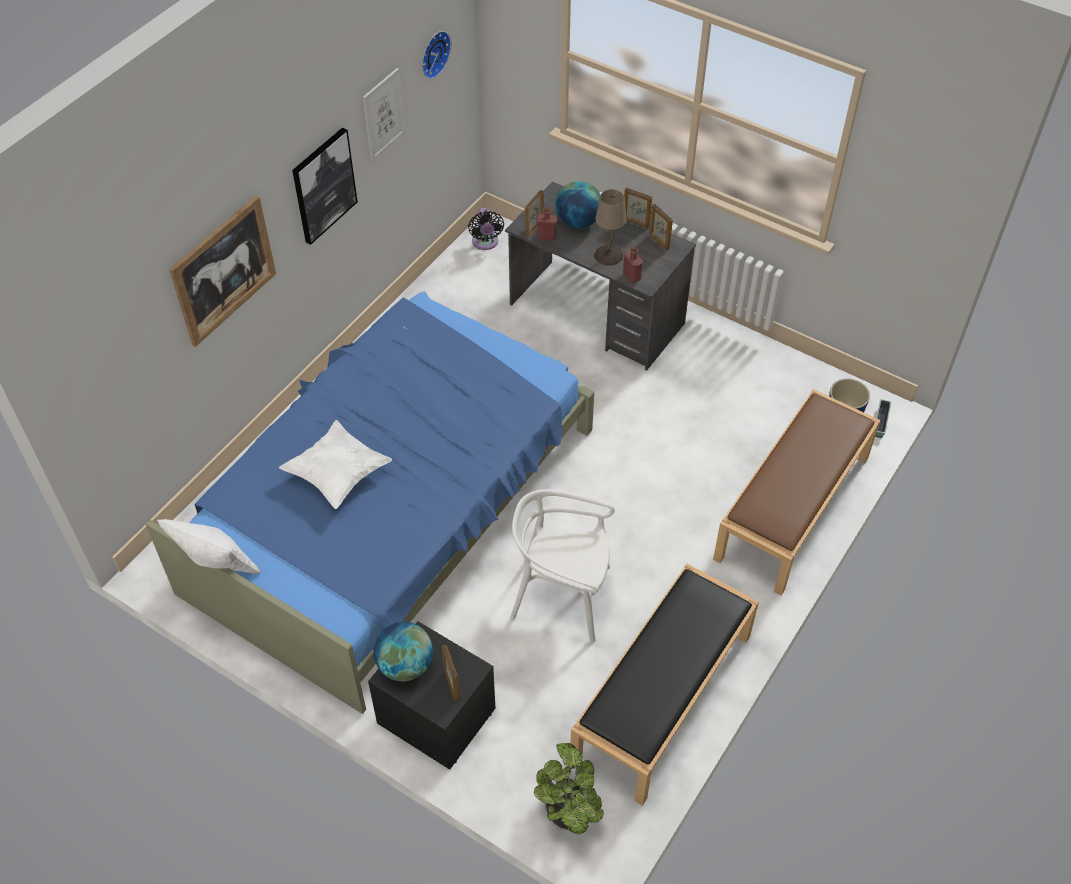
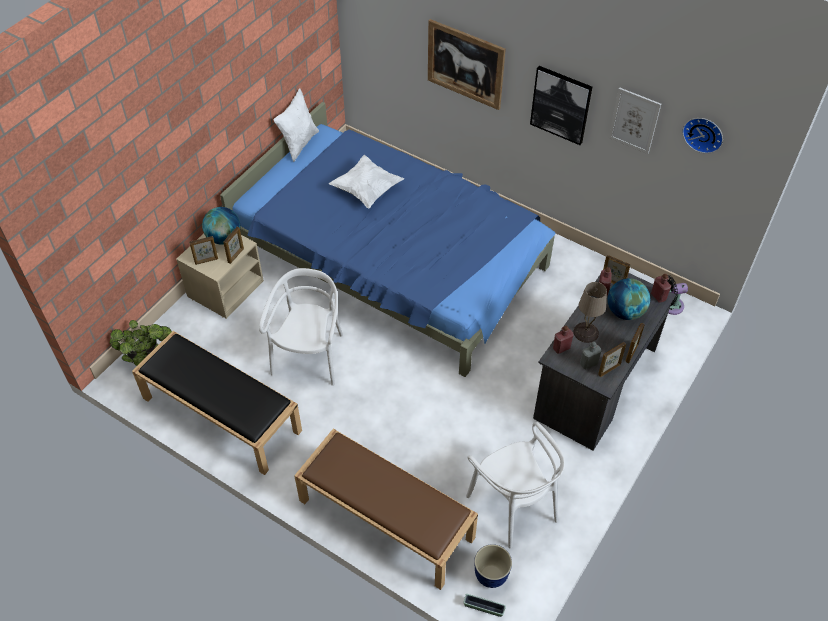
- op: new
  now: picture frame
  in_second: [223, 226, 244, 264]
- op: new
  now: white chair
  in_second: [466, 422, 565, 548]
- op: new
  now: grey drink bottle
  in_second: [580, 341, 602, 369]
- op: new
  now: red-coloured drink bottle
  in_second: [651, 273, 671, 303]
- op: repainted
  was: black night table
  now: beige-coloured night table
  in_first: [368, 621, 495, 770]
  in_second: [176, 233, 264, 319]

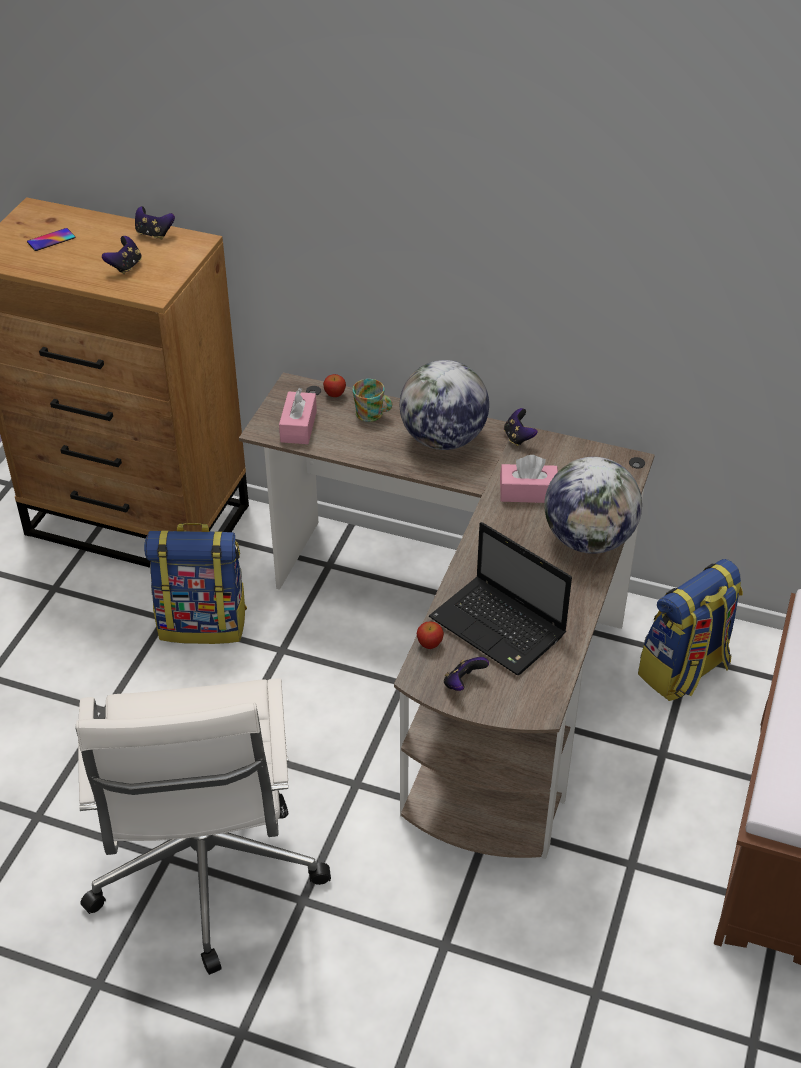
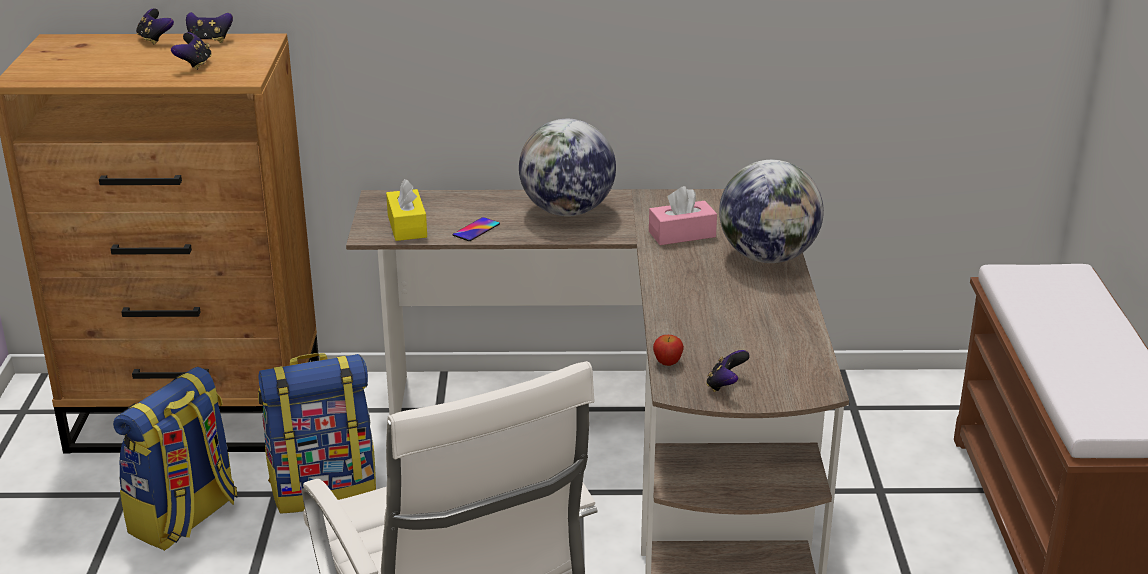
- op: gone
  was: apple fruit
  in_first: [323, 374, 346, 397]
- op: gone
  was: tea mug
  in_first: [352, 379, 392, 422]
- op: gone
  was: notebook computer
  in_first: [429, 522, 572, 675]
- op: shifted
  was: phone
  in_first: [27, 228, 75, 251]
  in_second: [452, 217, 500, 241]
- op: shifted
  was: gamepad
  in_first: [504, 408, 538, 446]
  in_second: [136, 8, 174, 44]
- op: shifted
  was: knapsack
  in_first: [638, 559, 743, 701]
  in_second: [113, 367, 237, 551]
- op: repainted
  was: pinkish tissue box
  now: yellow-coloured tissue box
  in_first: [279, 388, 317, 444]
  in_second: [386, 179, 427, 241]

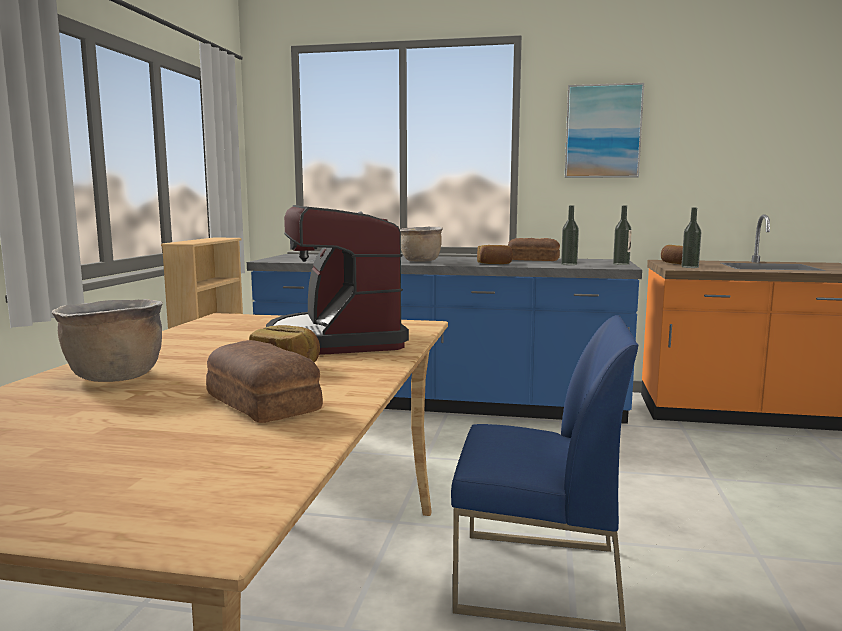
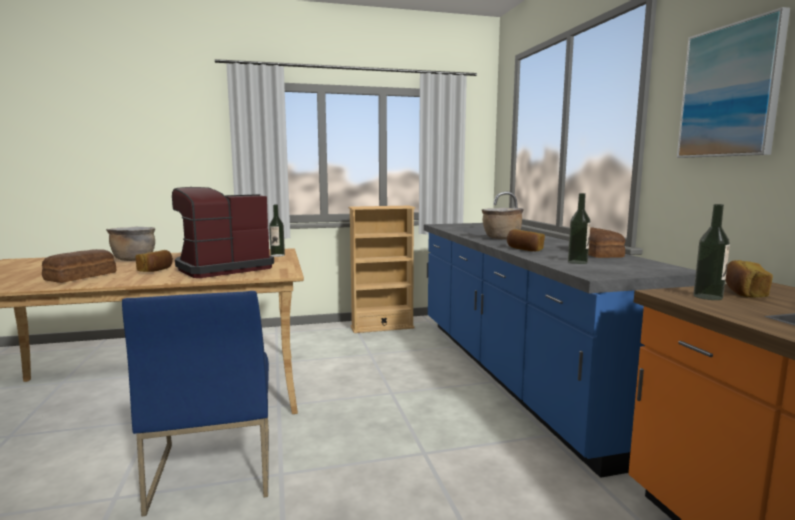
- op: shifted
  was: drink bottle
  in_first: [613, 205, 632, 265]
  in_second: [269, 205, 285, 257]

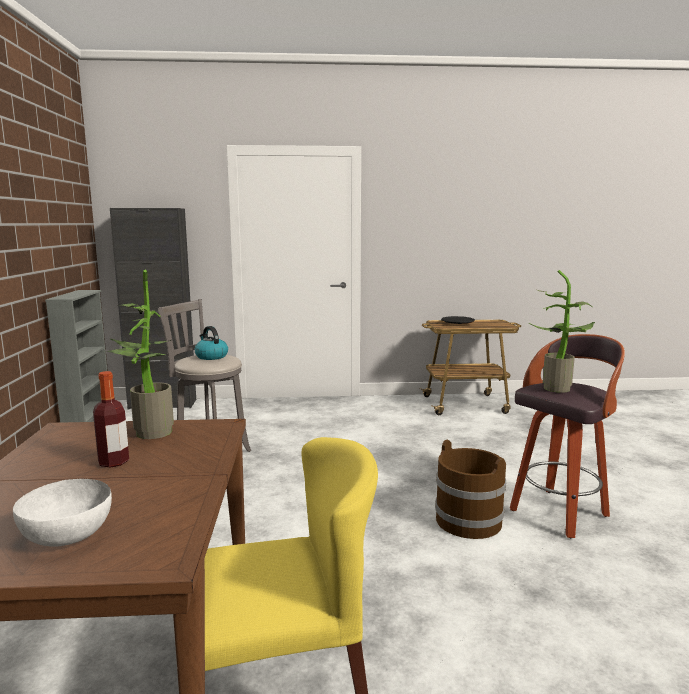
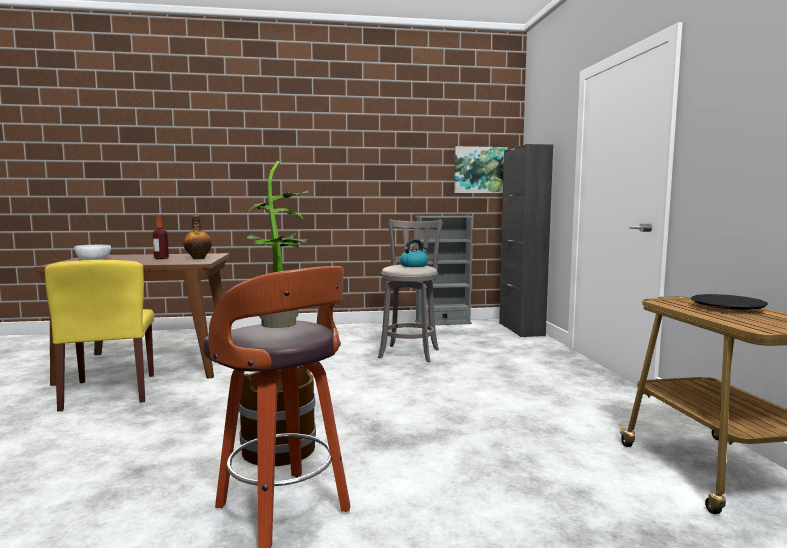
- op: new
  now: wall picture
  in_second: [454, 146, 508, 193]
- op: swapped
  was: potted plant
  now: drink bottle
  in_first: [104, 269, 174, 439]
  in_second: [183, 215, 212, 259]

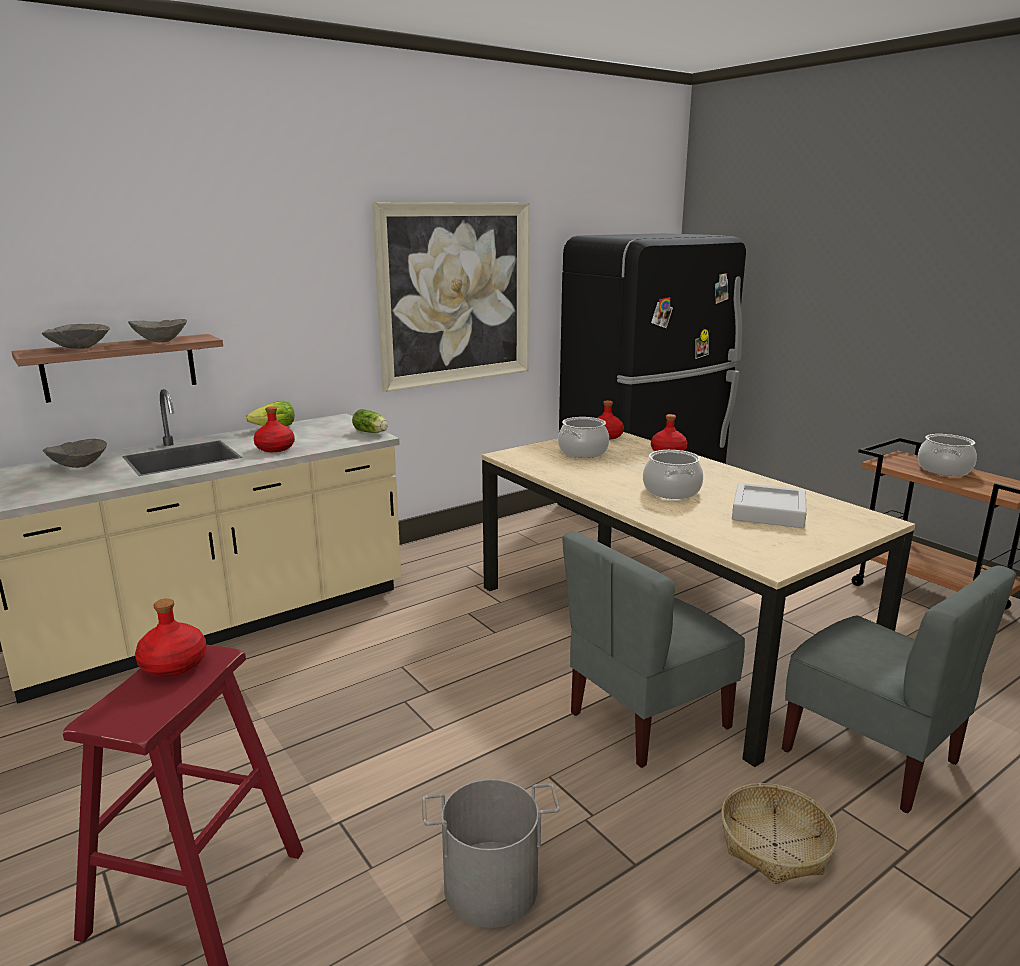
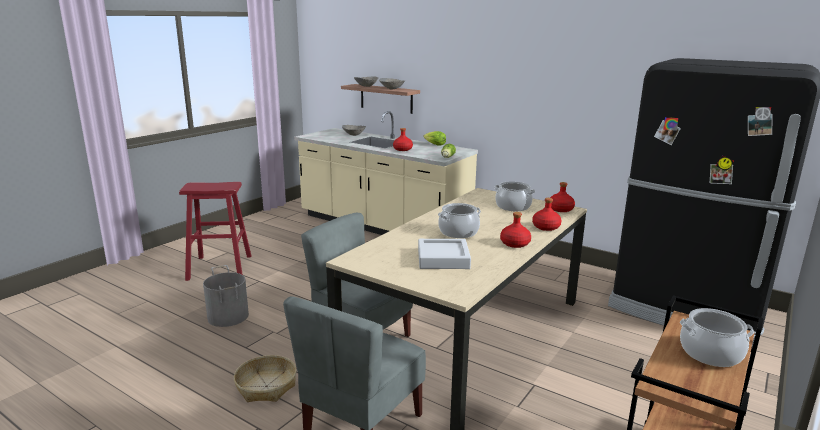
- op: gone
  was: wall picture
  in_first: [372, 202, 530, 392]
- op: shifted
  was: red-coloured drink bottle
  in_first: [135, 598, 206, 677]
  in_second: [500, 212, 531, 248]

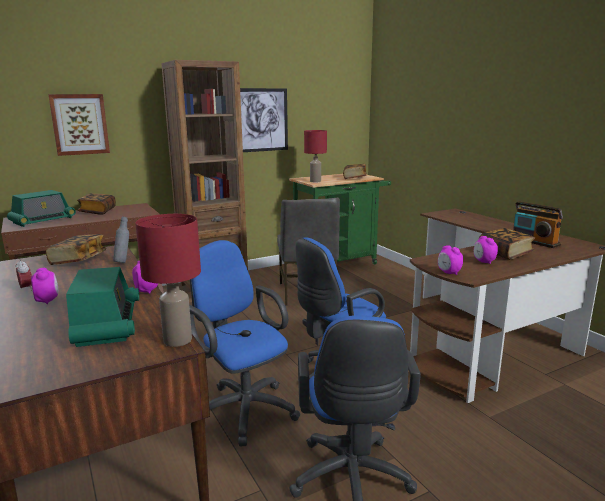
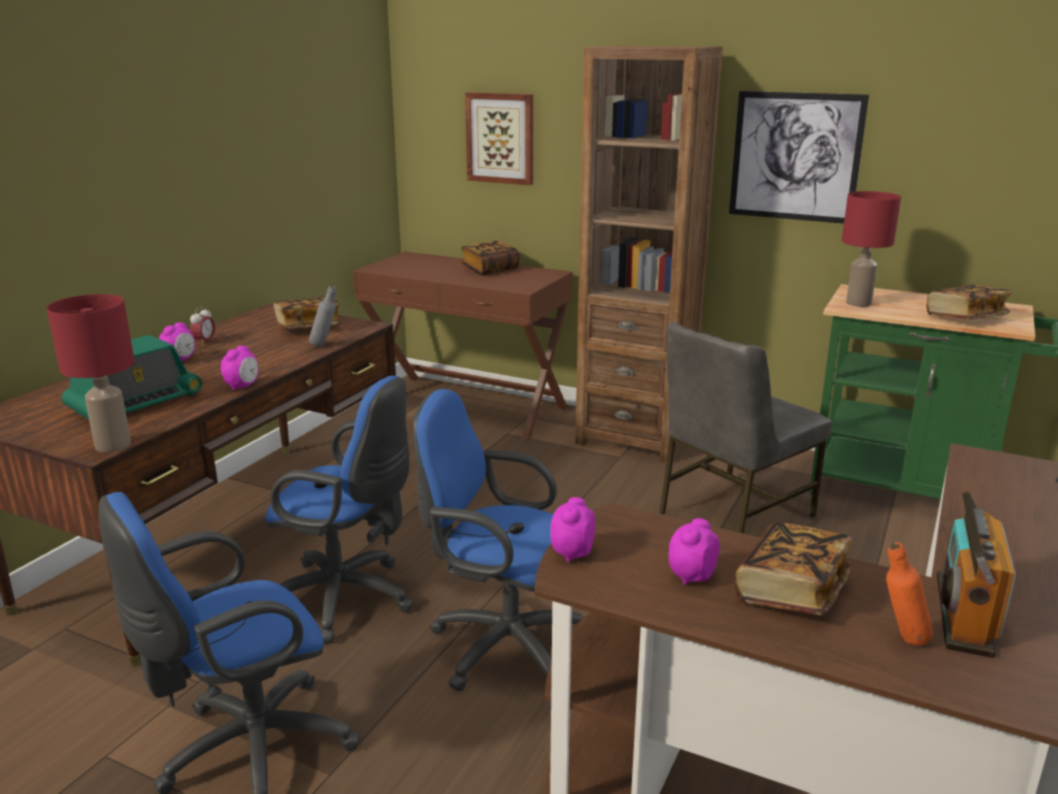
- op: gone
  was: radio receiver
  in_first: [7, 190, 76, 227]
- op: new
  now: orange-coloured drink bottle
  in_second: [886, 542, 933, 646]
- op: rotated
  was: blue desk chair
  in_first: [189, 240, 300, 446]
  in_second: [265, 376, 414, 644]
  clockwise: 90

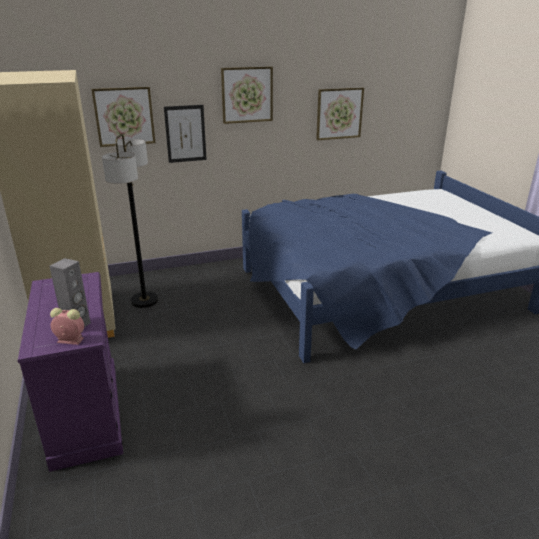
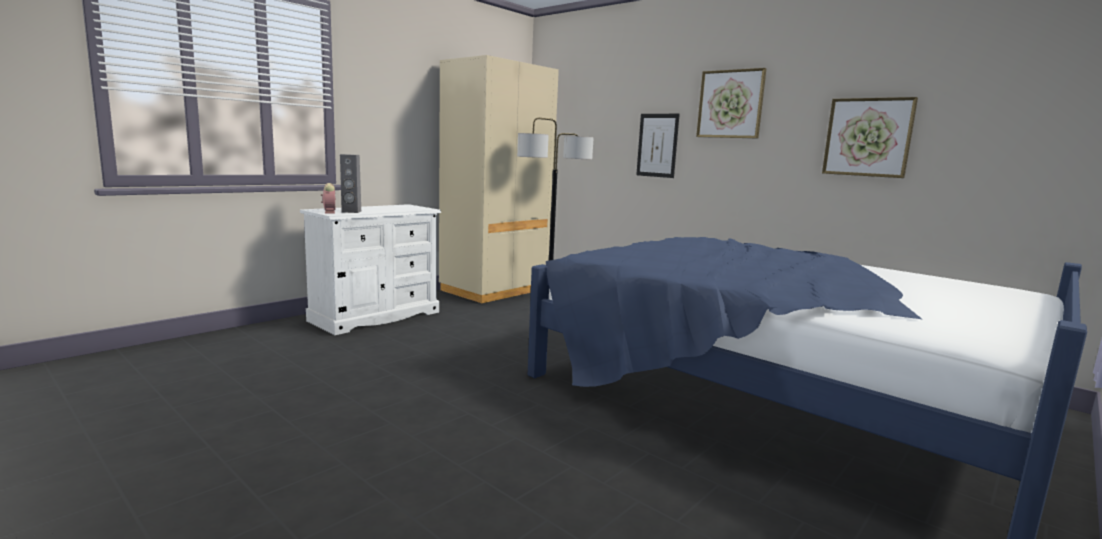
- op: gone
  was: wall picture
  in_first: [91, 87, 155, 147]
- op: repainted
  was: purplish drawer chest
  now: white drawer chest
  in_first: [18, 272, 123, 472]
  in_second: [300, 204, 441, 335]

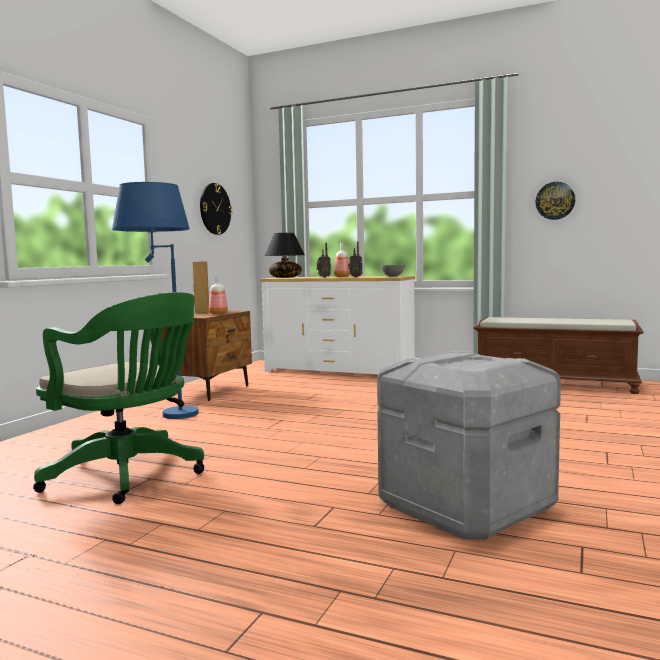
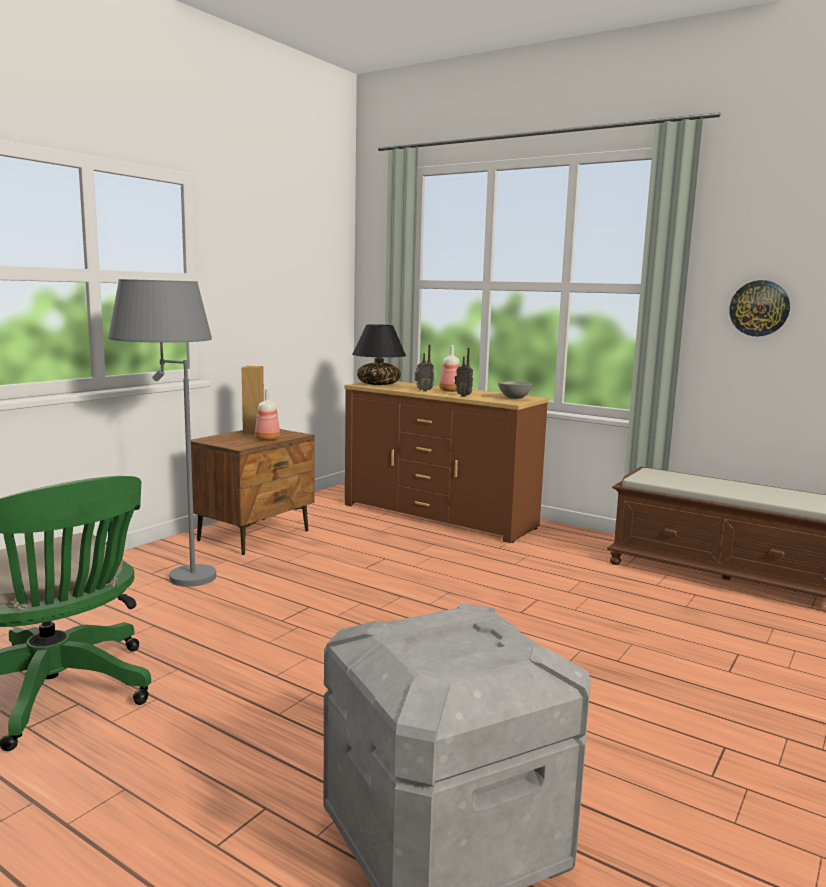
- op: gone
  was: clock on the wall
  in_first: [200, 183, 232, 235]
- op: repainted
  was: blue standard lamp
  now: grey standard lamp
  in_first: [112, 182, 199, 419]
  in_second: [108, 279, 216, 587]
- op: repainted
  was: white drawer chest
  now: brown drawer chest
  in_first: [261, 276, 415, 374]
  in_second: [344, 381, 549, 543]

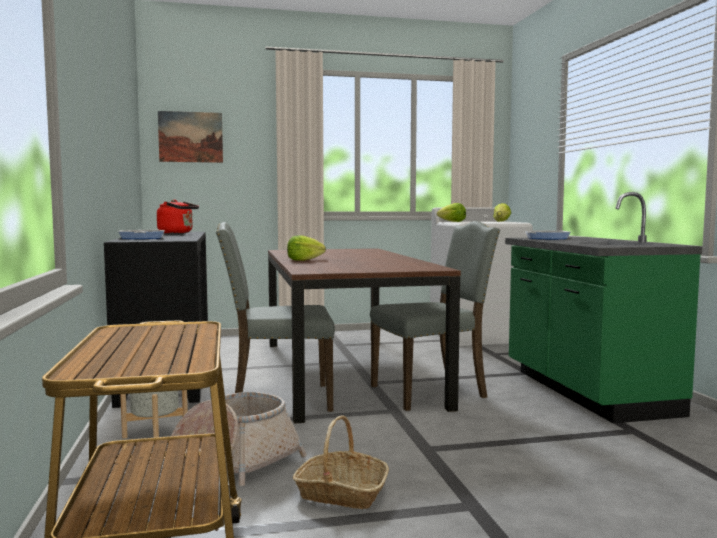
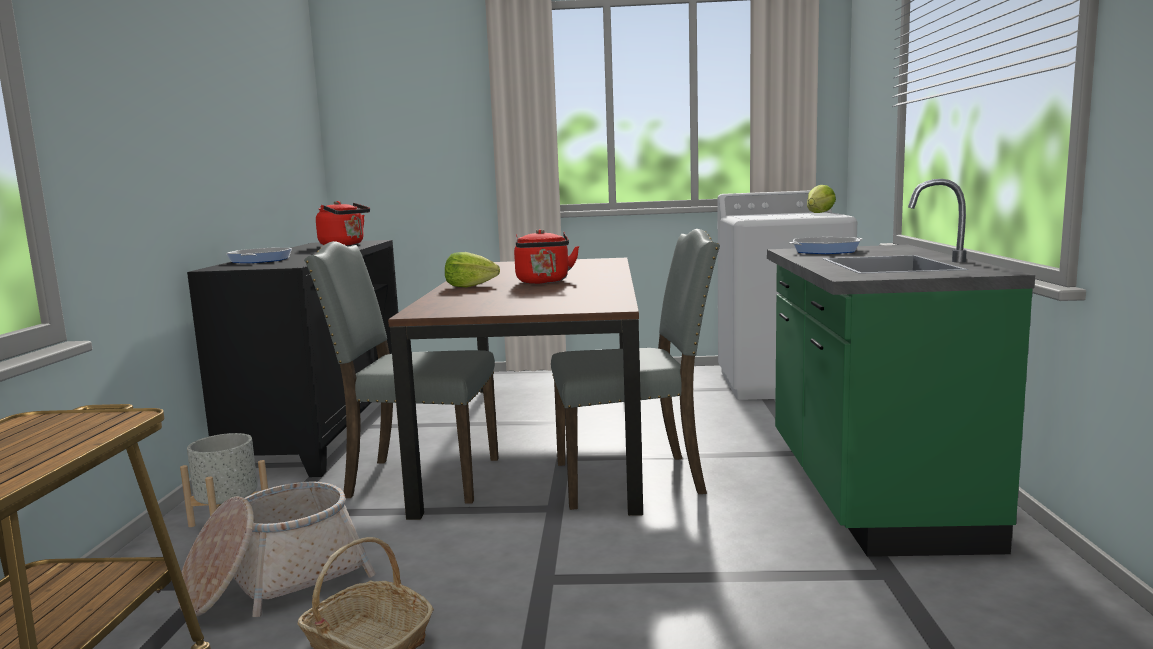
- op: gone
  was: wall picture
  in_first: [158, 111, 223, 163]
- op: gone
  was: lettuce head
  in_first: [437, 203, 466, 222]
- op: new
  now: red-coloured tea kettle
  in_second: [514, 229, 579, 284]

